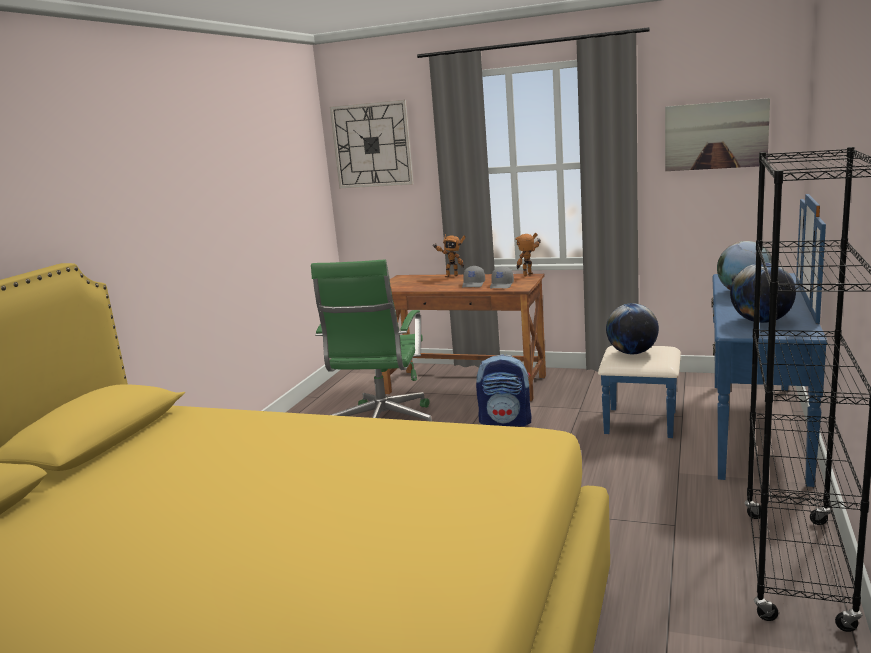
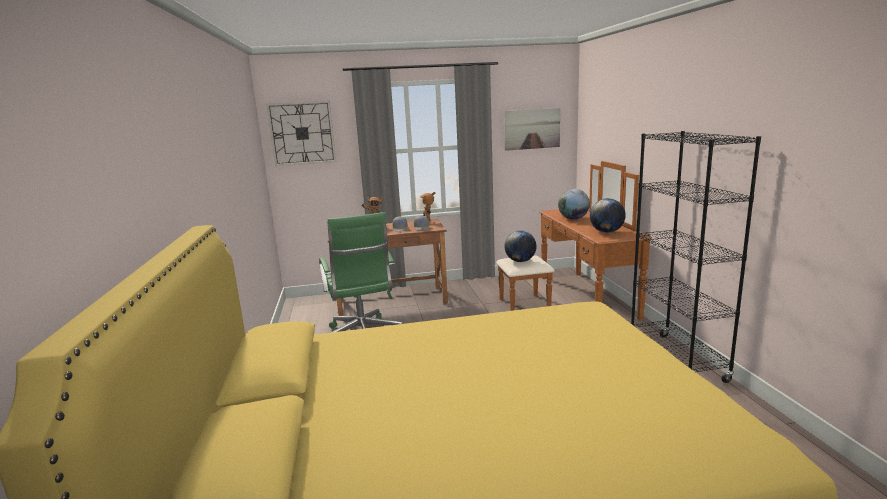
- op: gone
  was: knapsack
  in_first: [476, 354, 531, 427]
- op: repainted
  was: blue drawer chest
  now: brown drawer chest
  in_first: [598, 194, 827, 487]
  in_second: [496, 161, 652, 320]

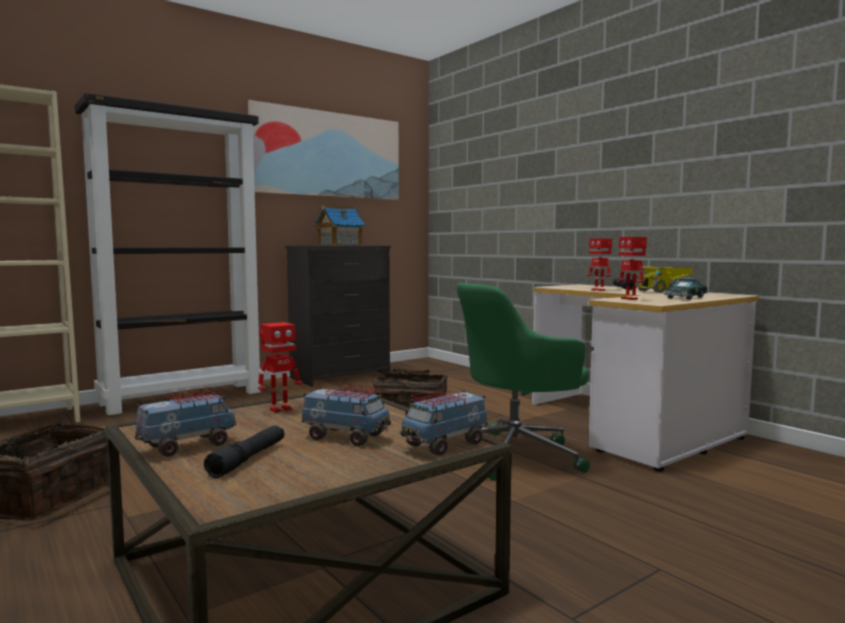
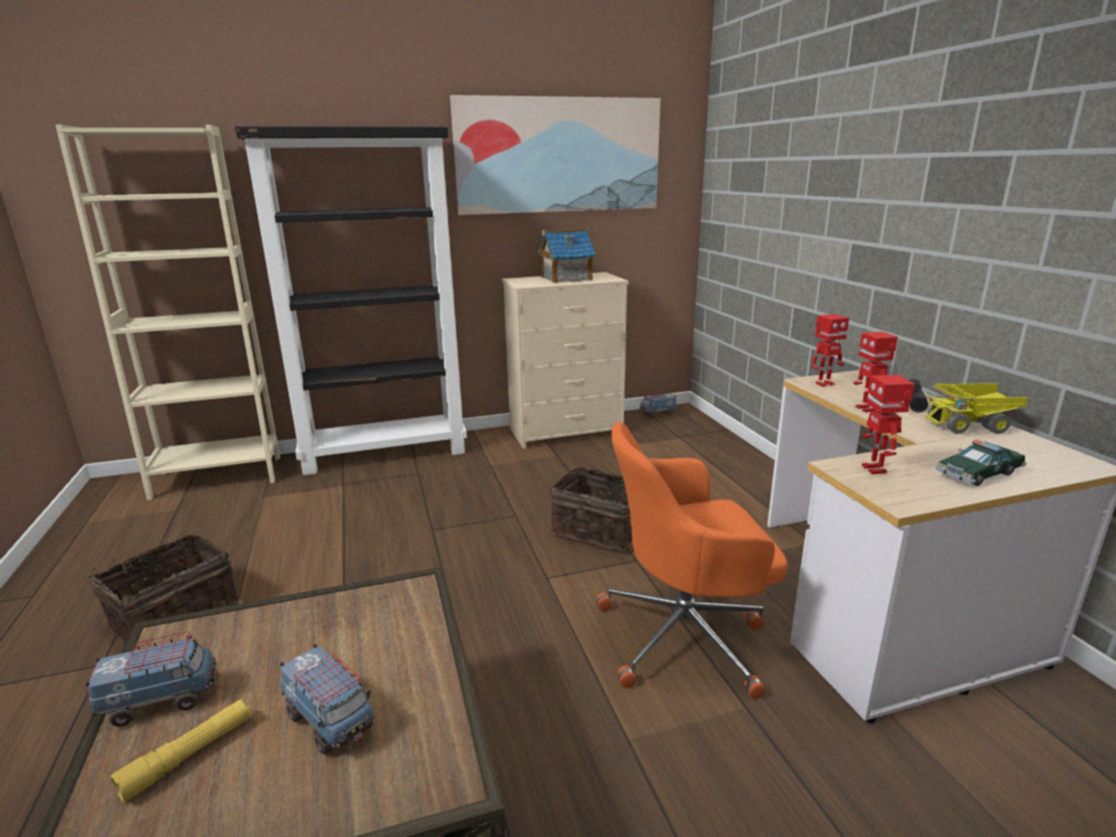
- op: shifted
  was: model robot
  in_first: [258, 322, 303, 413]
  in_second: [811, 314, 849, 387]
- op: shifted
  was: toy lorry
  in_first: [400, 389, 488, 456]
  in_second: [640, 392, 677, 418]
- op: repainted
  was: black flashlight
  now: yellow-coloured flashlight
  in_first: [204, 425, 284, 478]
  in_second: [110, 698, 253, 802]
- op: repainted
  was: black drawer chest
  now: beige-coloured drawer chest
  in_first: [285, 246, 391, 387]
  in_second: [502, 272, 629, 449]
- op: repainted
  was: greenish desk chair
  now: orange-coloured desk chair
  in_first: [456, 283, 590, 481]
  in_second: [596, 422, 788, 699]

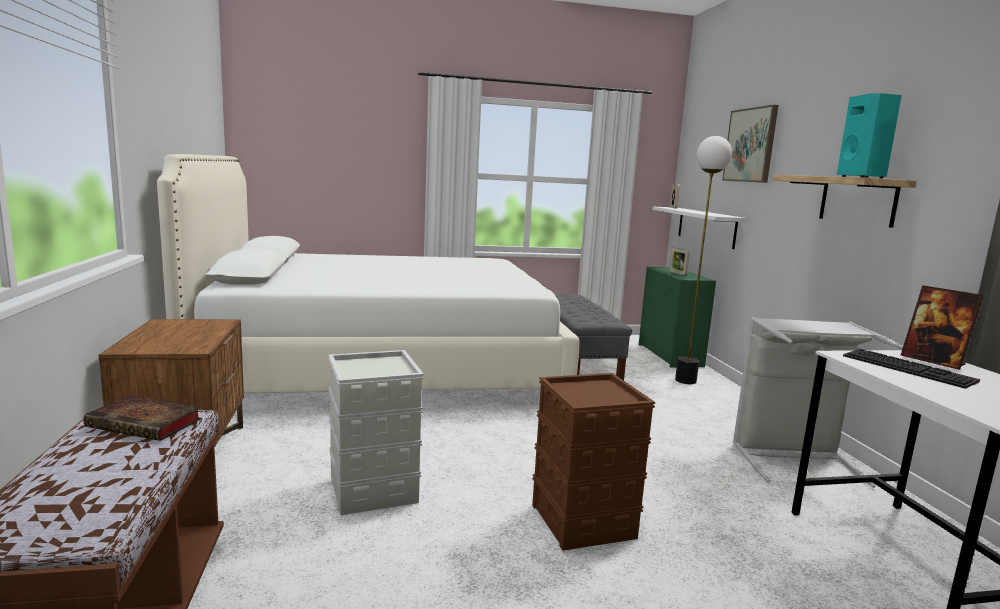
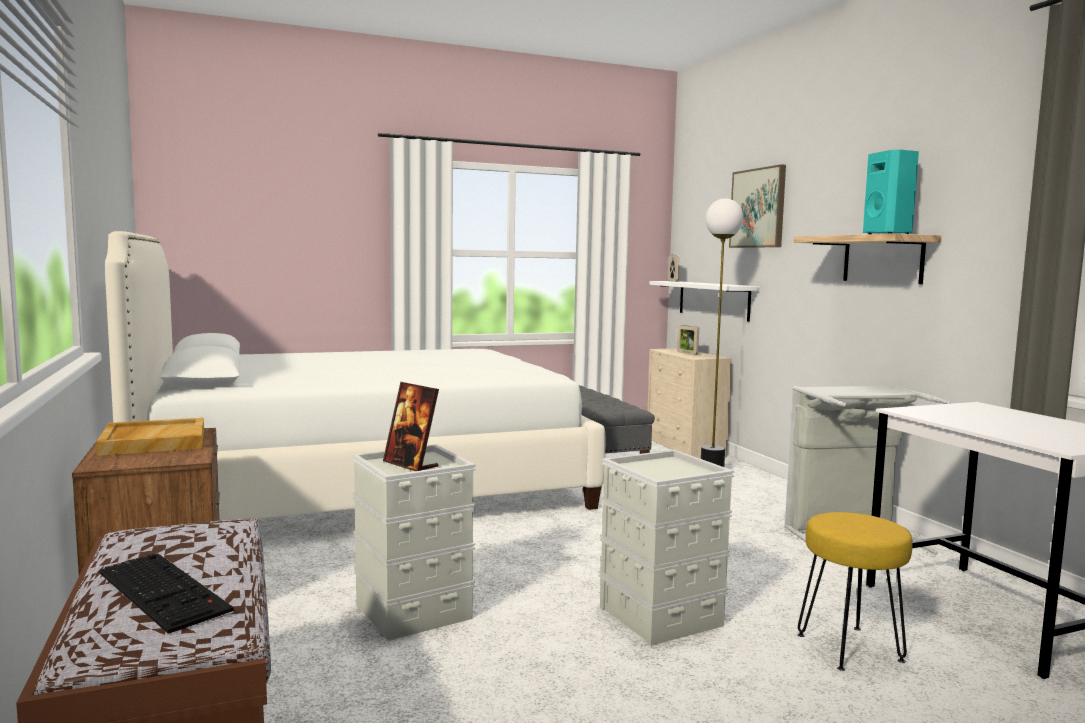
- op: gone
  was: book
  in_first: [83, 395, 202, 441]
- op: new
  now: beige-coloured tray
  in_second: [96, 418, 204, 456]
- op: new
  now: yellow-coloured sitting stool
  in_second: [797, 512, 913, 671]
- op: shifted
  was: computer keyboard
  in_first: [843, 349, 980, 389]
  in_second: [99, 554, 234, 634]
- op: shifted
  was: picture frame
  in_first: [901, 285, 984, 370]
  in_second: [383, 382, 439, 471]
- op: repainted
  was: brown storage container
  now: grey storage container
  in_first: [532, 373, 655, 551]
  in_second: [599, 450, 734, 646]
- op: repainted
  was: greenish drawer chest
  now: beige-coloured drawer chest
  in_first: [639, 267, 716, 367]
  in_second: [647, 348, 732, 459]

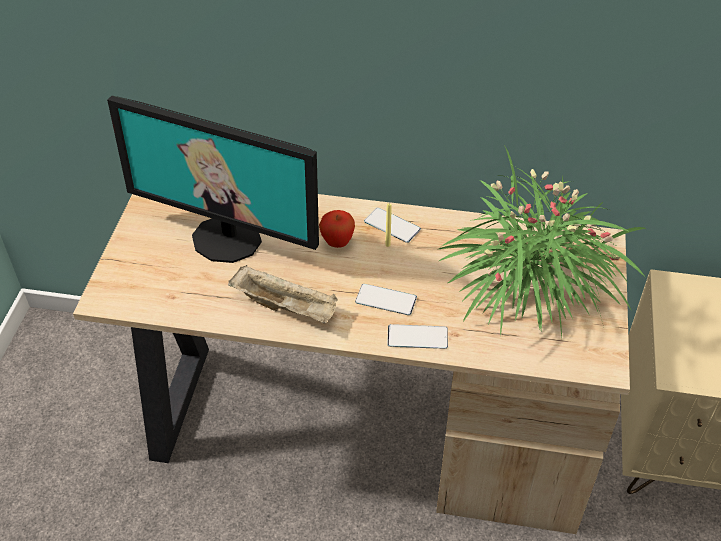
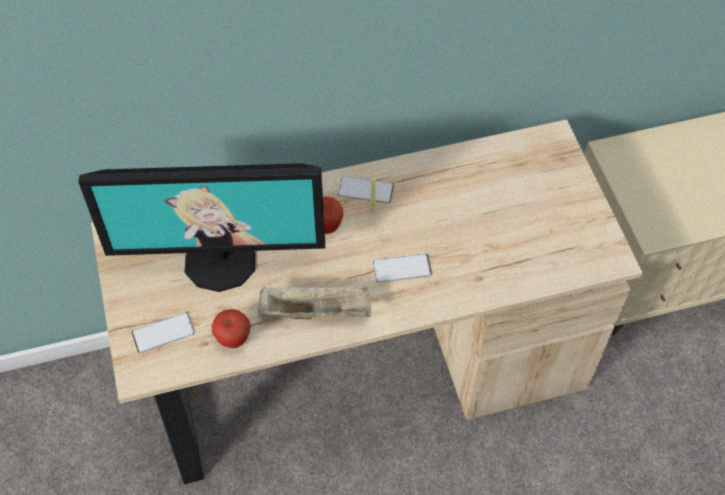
- op: gone
  was: potted plant
  in_first: [439, 145, 646, 337]
- op: new
  now: apple fruit
  in_second: [212, 309, 250, 348]
- op: shifted
  was: phone
  in_first: [387, 324, 448, 349]
  in_second: [131, 312, 194, 353]

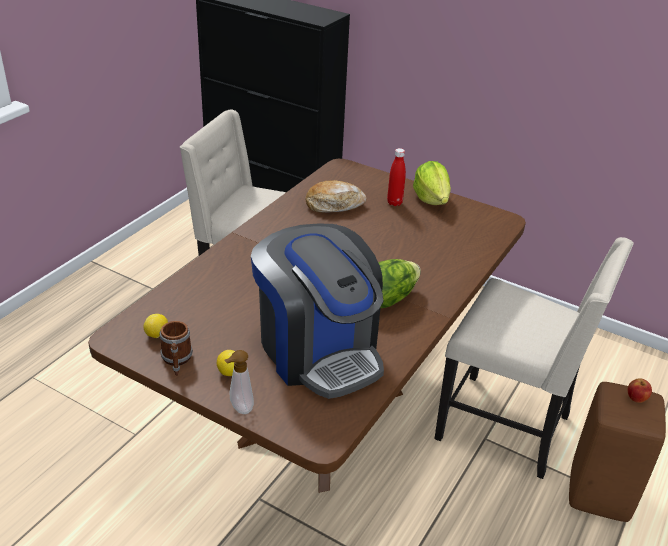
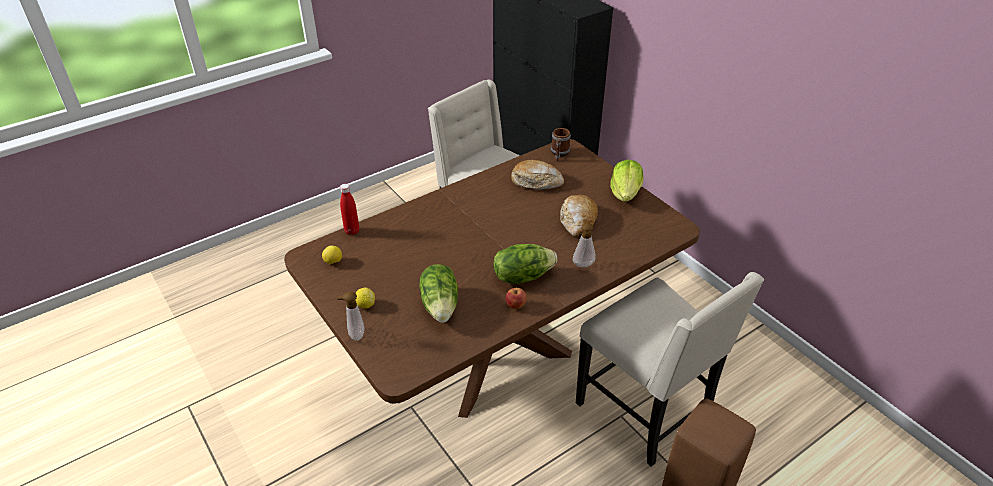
- op: new
  now: bakery bread
  in_second: [560, 195, 598, 237]
- op: new
  now: liquid soap bottle
  in_second: [573, 219, 596, 267]
- op: shifted
  was: tea mug
  in_first: [160, 321, 193, 376]
  in_second: [551, 128, 571, 161]
- op: shifted
  was: red-coloured drink bottle
  in_first: [387, 148, 406, 206]
  in_second: [340, 184, 359, 235]
- op: shifted
  was: apple fruit
  in_first: [628, 378, 652, 403]
  in_second: [506, 288, 527, 309]
- op: swapped
  was: coffee brewer
  now: lettuce head
  in_first: [251, 224, 384, 399]
  in_second: [419, 264, 458, 323]

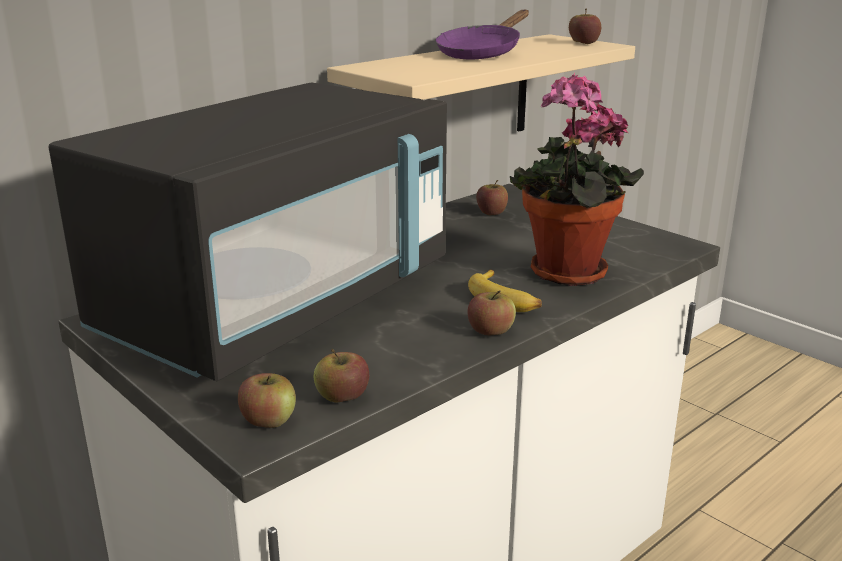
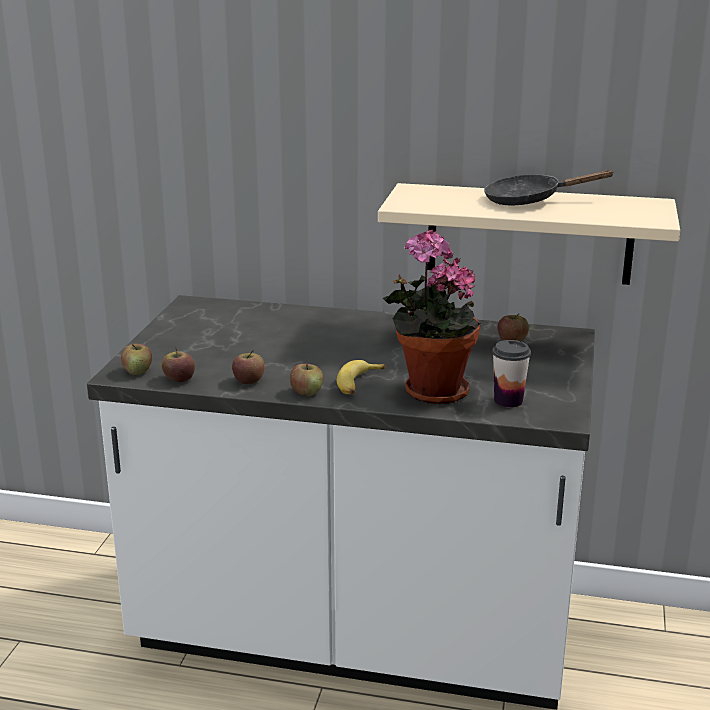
- op: gone
  was: black microwave oven
  in_first: [49, 82, 447, 382]
- op: new
  now: small cup
  in_second: [492, 340, 531, 408]
- op: shifted
  was: apple fruit
  in_first: [569, 8, 601, 44]
  in_second: [232, 350, 265, 384]
- op: repainted
  was: purplish frying pan
  now: black frying pan
  in_first: [436, 10, 529, 59]
  in_second: [484, 170, 615, 205]

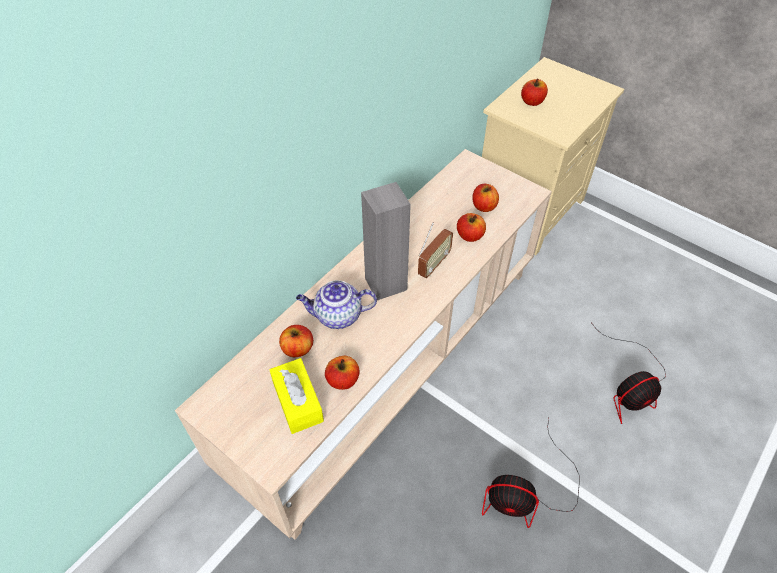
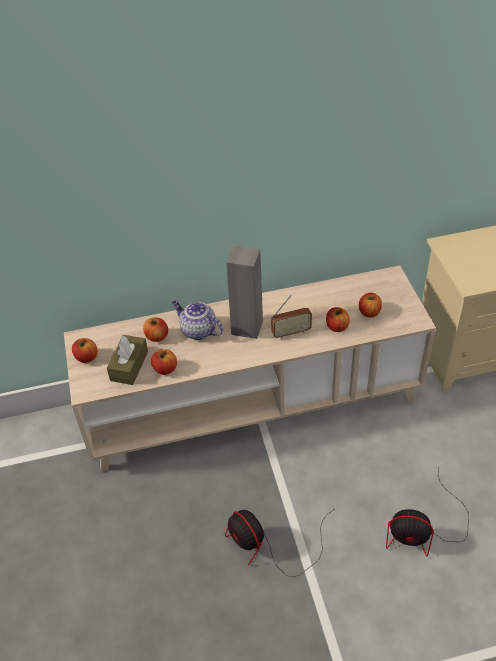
- op: shifted
  was: apple fruit
  in_first: [521, 79, 548, 106]
  in_second: [72, 338, 98, 363]
- op: repainted
  was: yellow-coloured tissue box
  now: brown tissue box
  in_first: [270, 358, 324, 434]
  in_second: [107, 335, 148, 385]

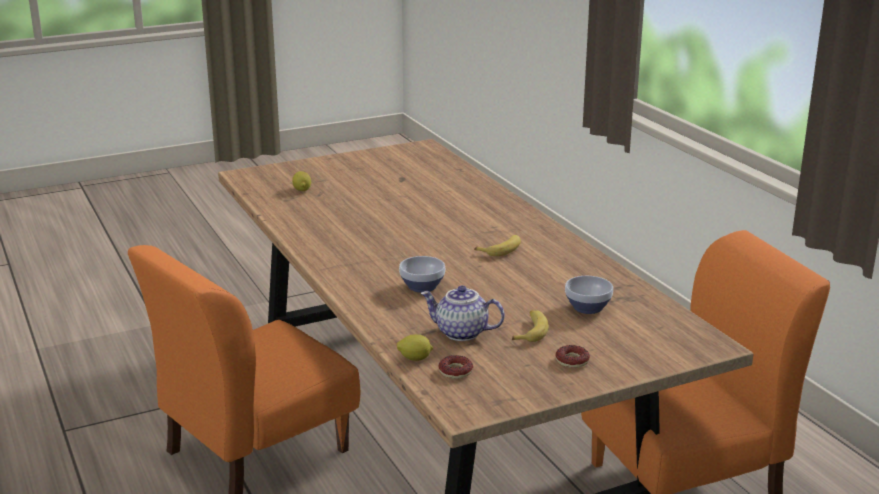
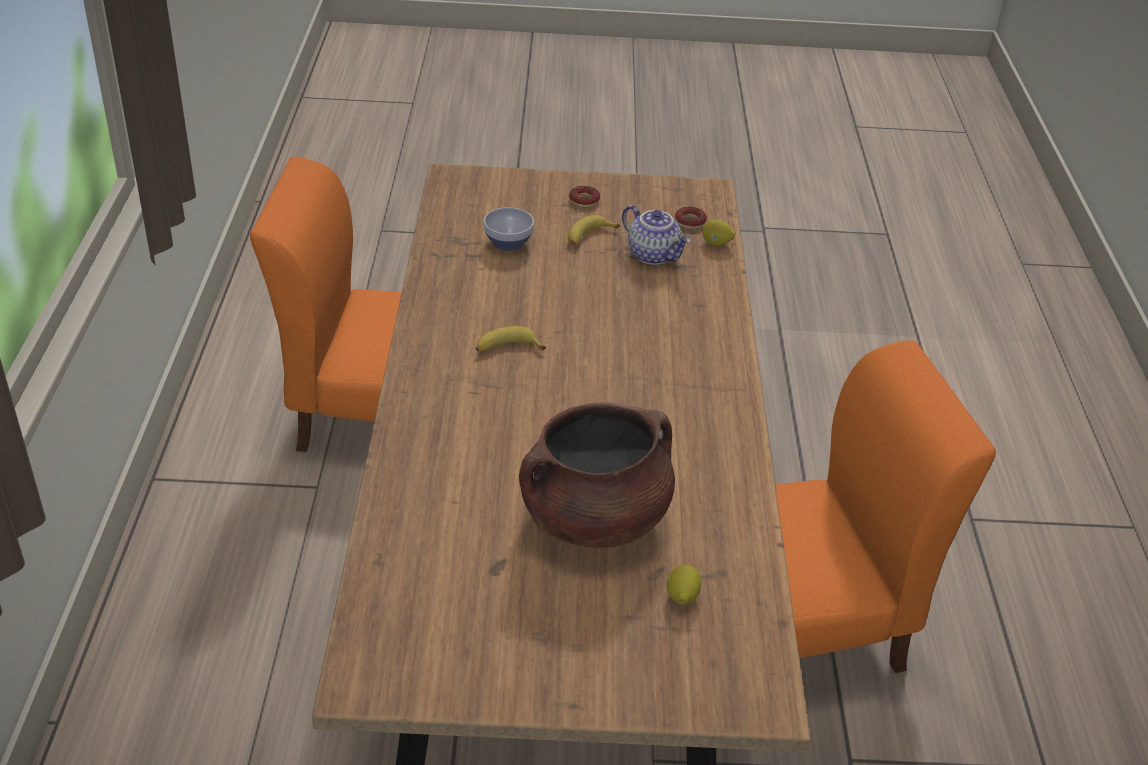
- op: gone
  was: bowl
  in_first: [399, 256, 445, 293]
- op: new
  now: brown cooking pot
  in_second: [519, 402, 675, 548]

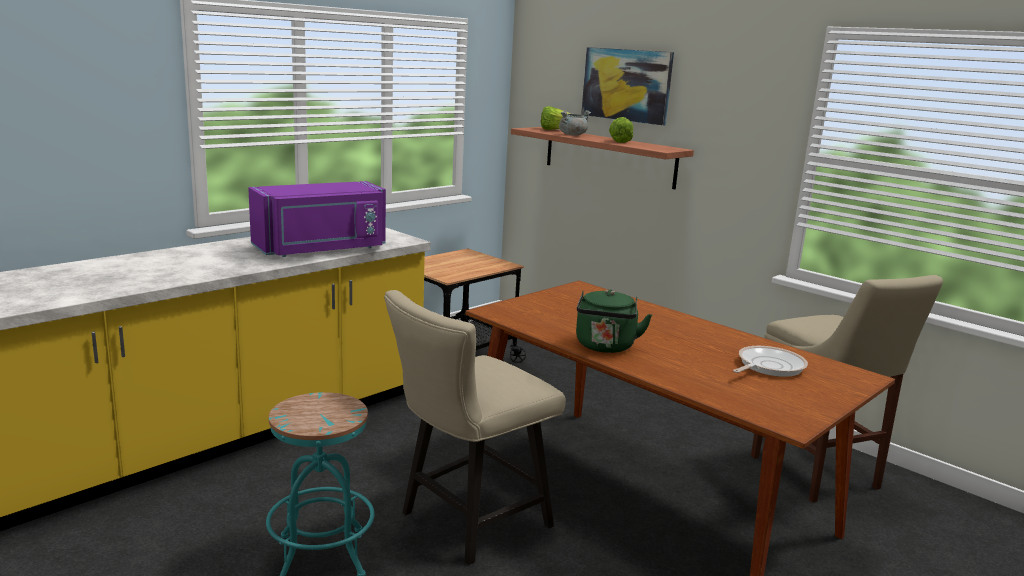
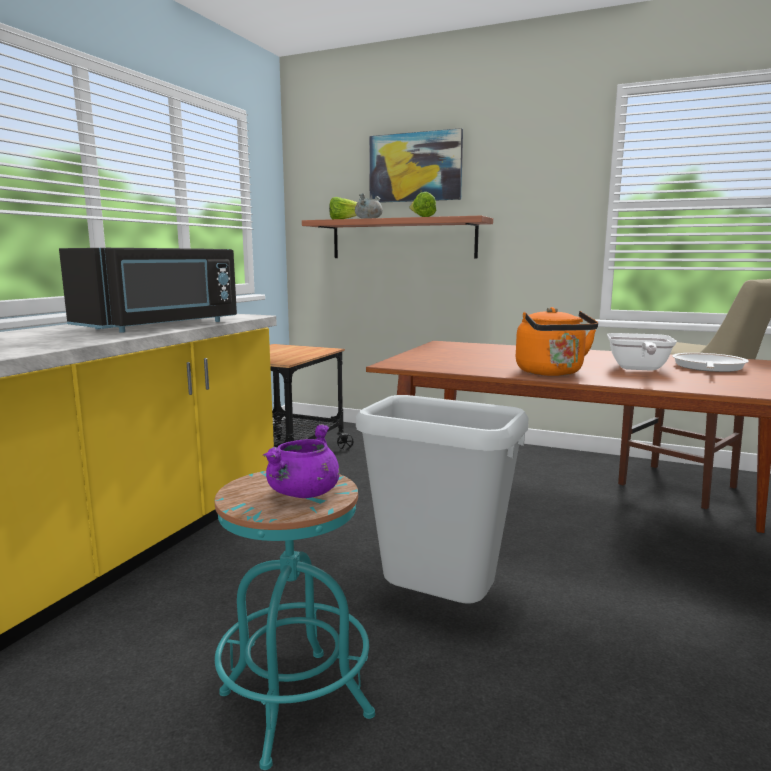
- op: new
  now: purplish cooking pot
  in_second: [263, 424, 340, 498]
- op: new
  now: frying pan
  in_second: [607, 333, 677, 371]
- op: swapped
  was: beige-coloured chair
  now: grey rubbish bin
  in_first: [384, 290, 566, 565]
  in_second: [356, 395, 528, 604]
- op: repainted
  was: purplish microwave oven
  now: black microwave oven
  in_first: [248, 181, 386, 257]
  in_second: [59, 248, 237, 333]
- op: repainted
  was: greenish tea kettle
  now: orange-coloured tea kettle
  in_first: [576, 289, 652, 353]
  in_second: [516, 307, 598, 376]

